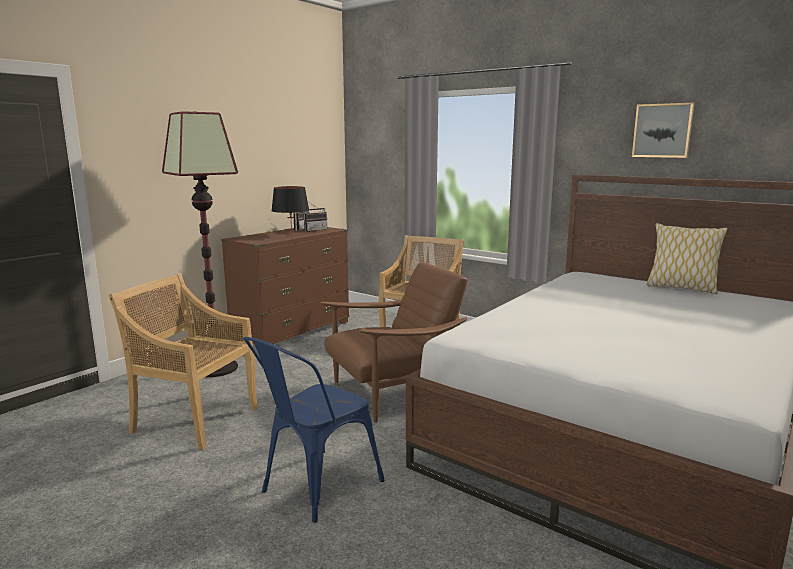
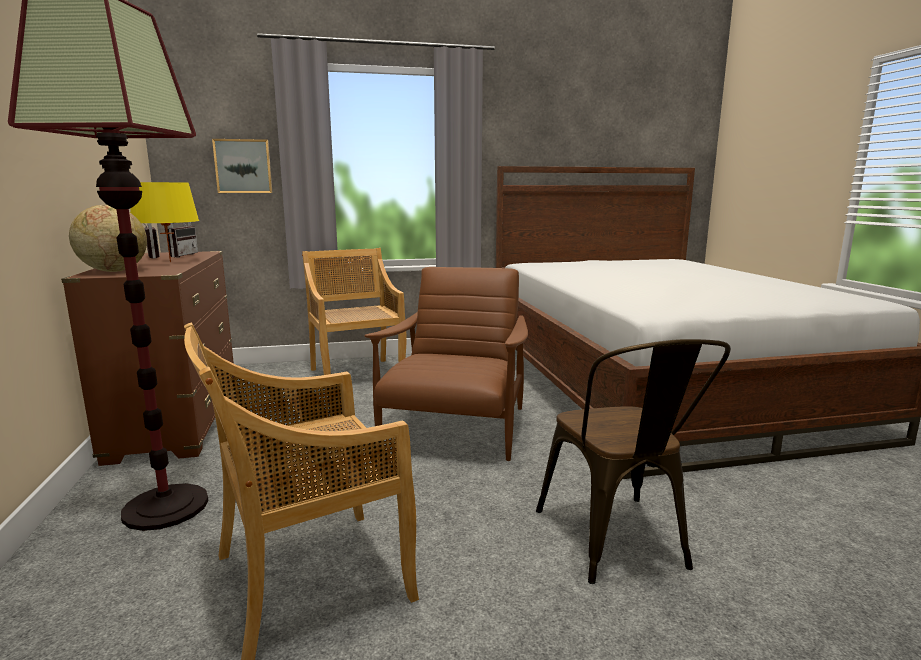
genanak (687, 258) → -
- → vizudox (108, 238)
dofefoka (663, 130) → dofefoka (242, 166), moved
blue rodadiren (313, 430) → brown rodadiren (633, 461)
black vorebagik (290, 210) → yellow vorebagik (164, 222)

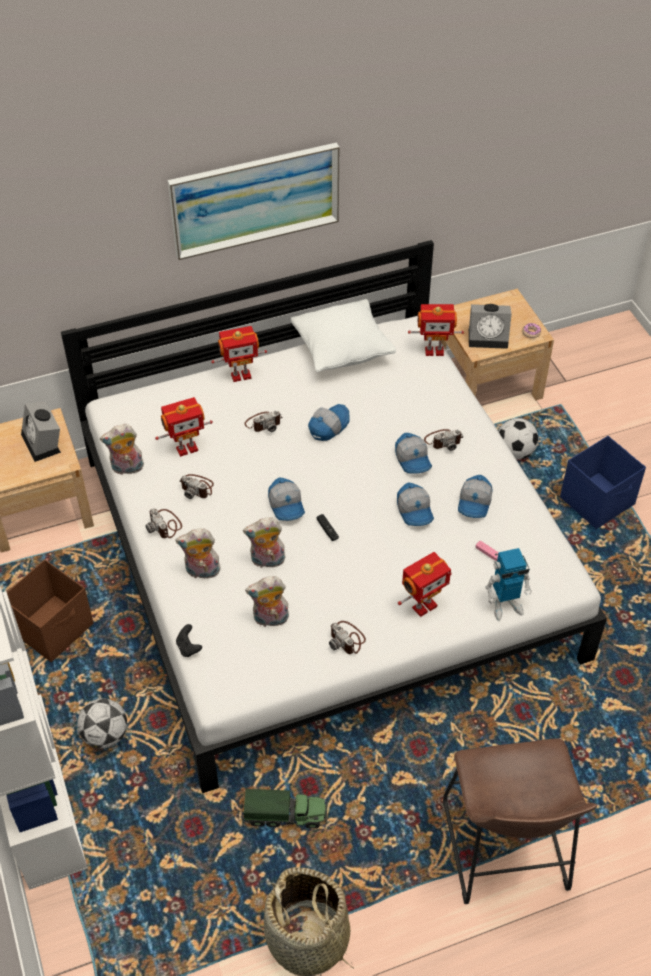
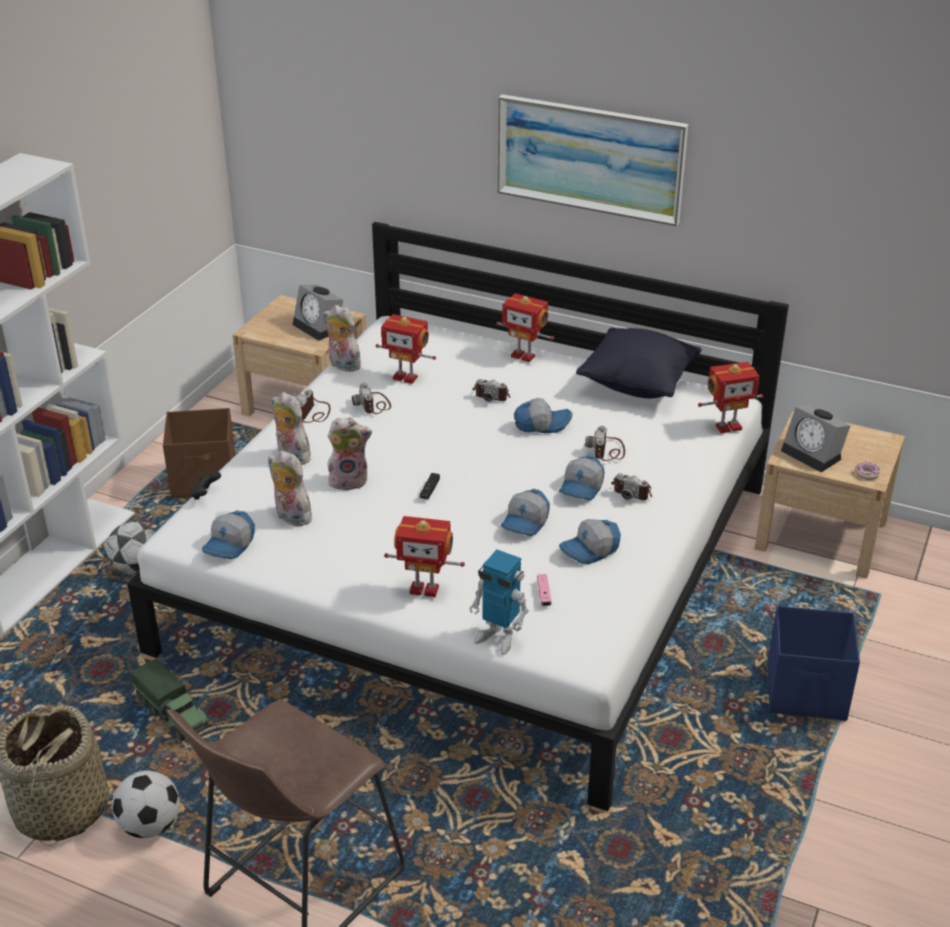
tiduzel (286, 499) → tiduzel (228, 535), moved
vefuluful (347, 637) → vefuluful (605, 443), moved
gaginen (518, 439) → gaginen (146, 804), moved
white genanak (343, 335) → black genanak (639, 363)
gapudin (41, 432) → gapudin (318, 313), 60 degrees counterclockwise
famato (264, 542) → famato (350, 454), 135 degrees clockwise
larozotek (436, 330) → larozotek (730, 397), 60 degrees counterclockwise

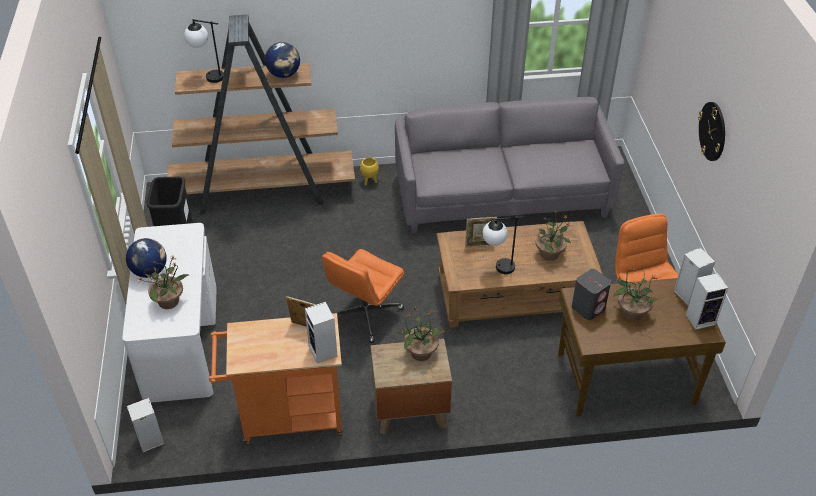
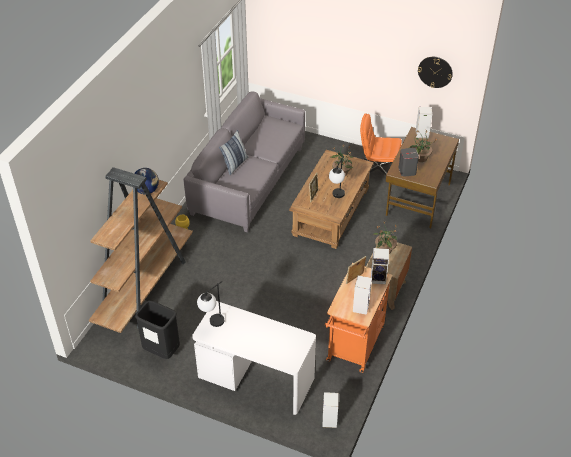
vizudox (146, 258) → -
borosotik (163, 282) → -
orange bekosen (363, 296) → -
- → genanak (233, 152)
vorebagik (204, 51) → vorebagik (210, 304), moved
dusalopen (707, 301) → dusalopen (362, 295), moved
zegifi (711, 131) → zegifi (435, 72), moved

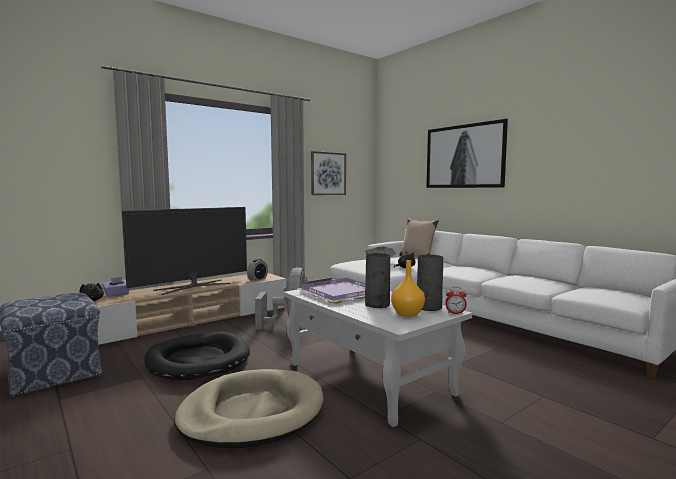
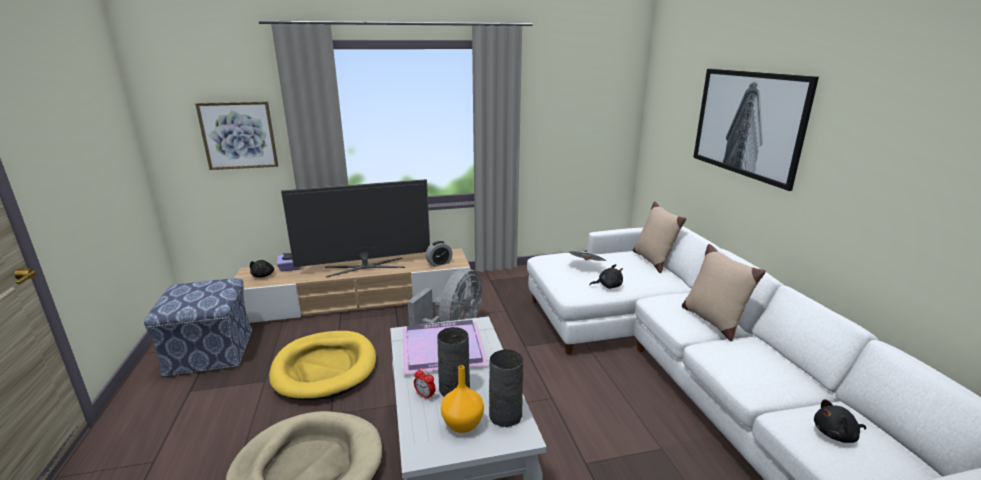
- → beige genanak (724, 292)
- → black famato (840, 421)
dofefoka (328, 173) → dofefoka (236, 135), moved
gapudin (456, 300) → gapudin (425, 384), moved
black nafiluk (197, 355) → yellow nafiluk (322, 365)

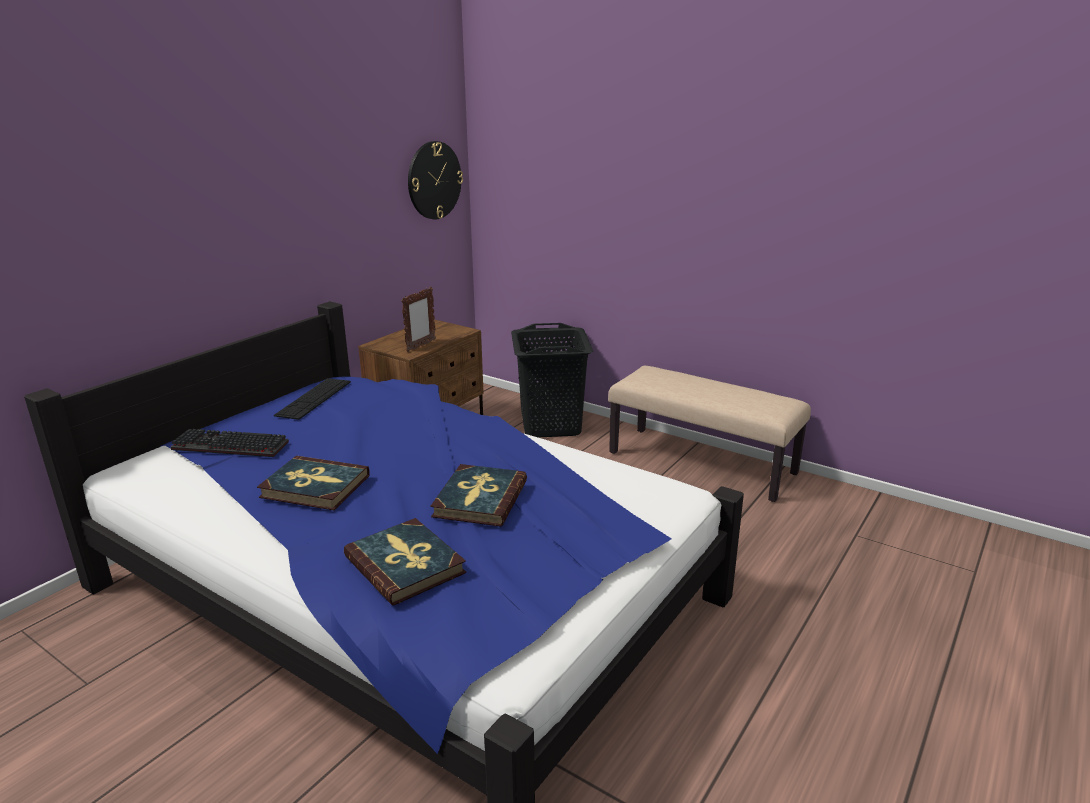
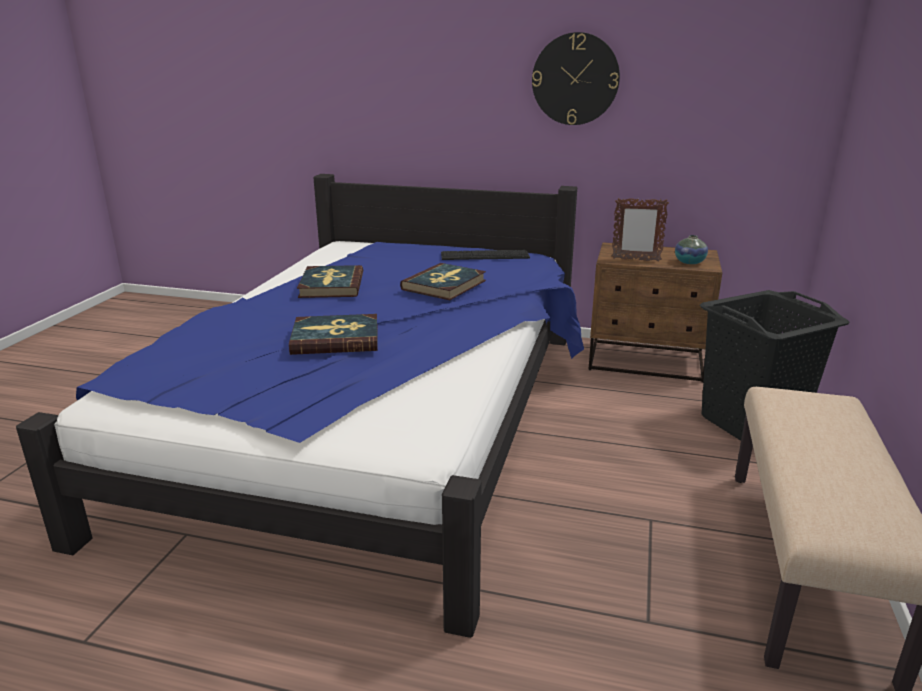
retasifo (230, 443) → -
- → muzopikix (691, 249)
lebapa (405, 561) → lebapa (443, 281), moved
zegifi (435, 180) → zegifi (576, 78), moved

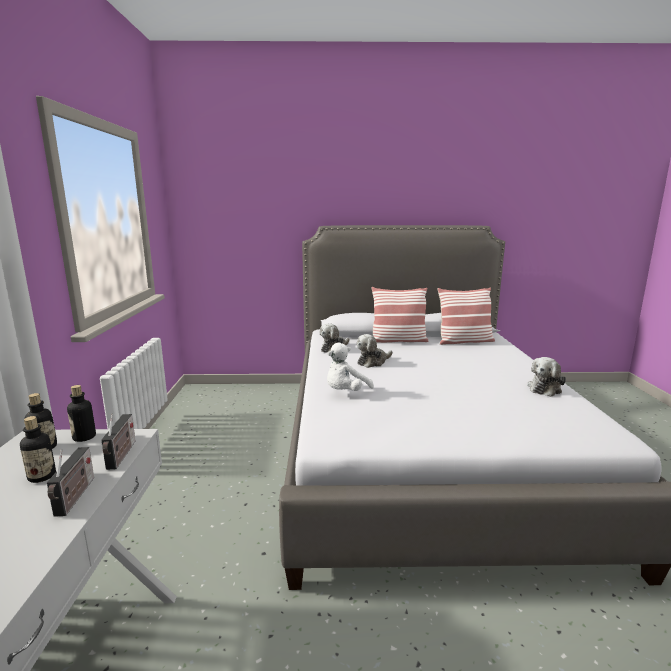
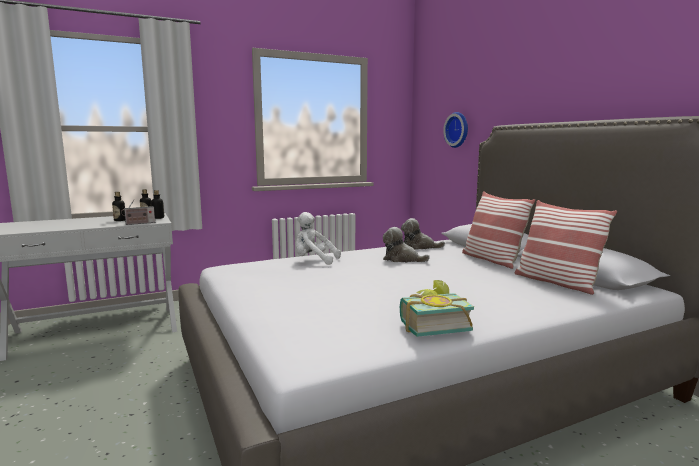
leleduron (70, 482) → -
- → zegifi (455, 130)
famato (546, 377) → lebapa (437, 308)

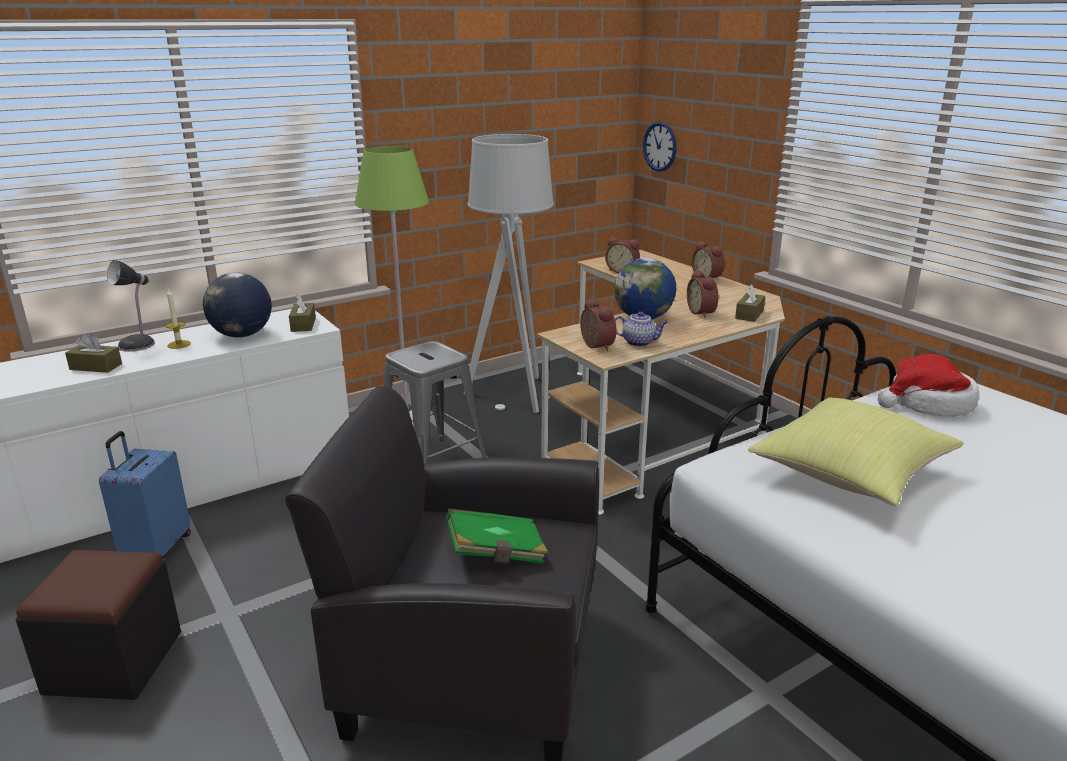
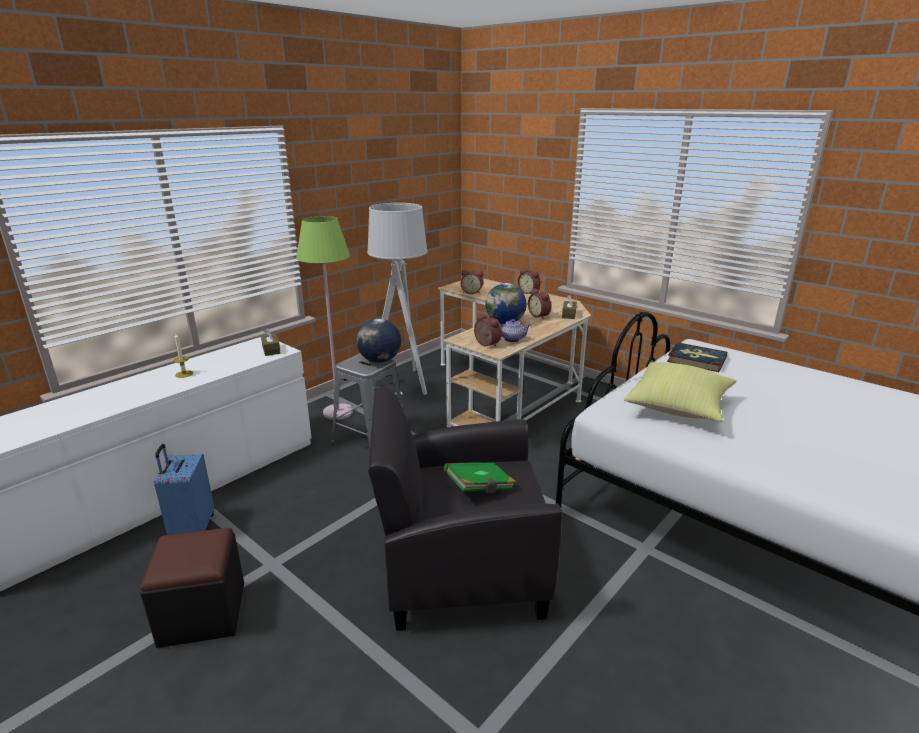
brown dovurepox (93, 353) → -
vorebagik (131, 306) → -
zegifi (660, 146) → -
vizudox (237, 305) → vizudox (378, 340), moved
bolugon (928, 385) → lebapa (697, 357)

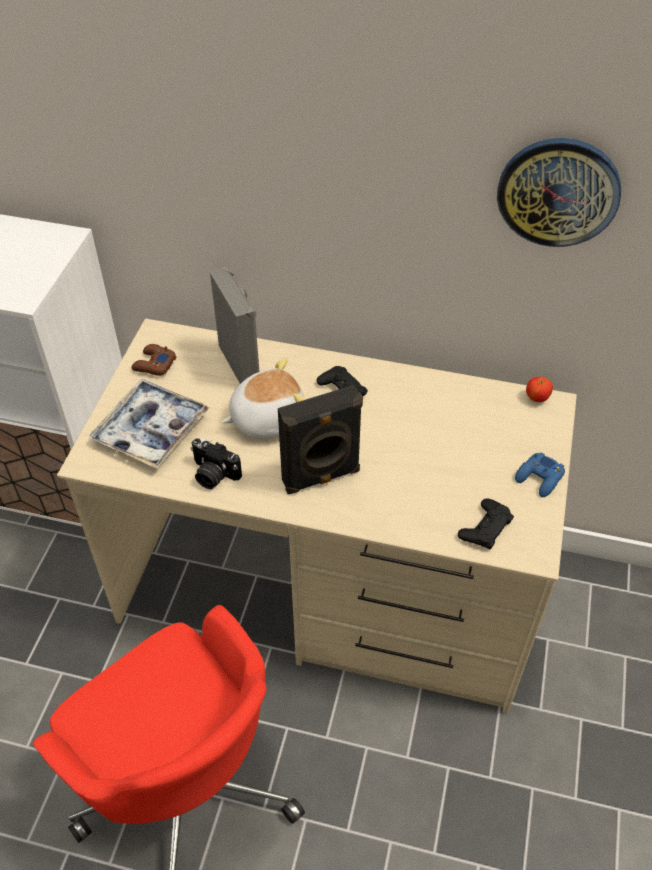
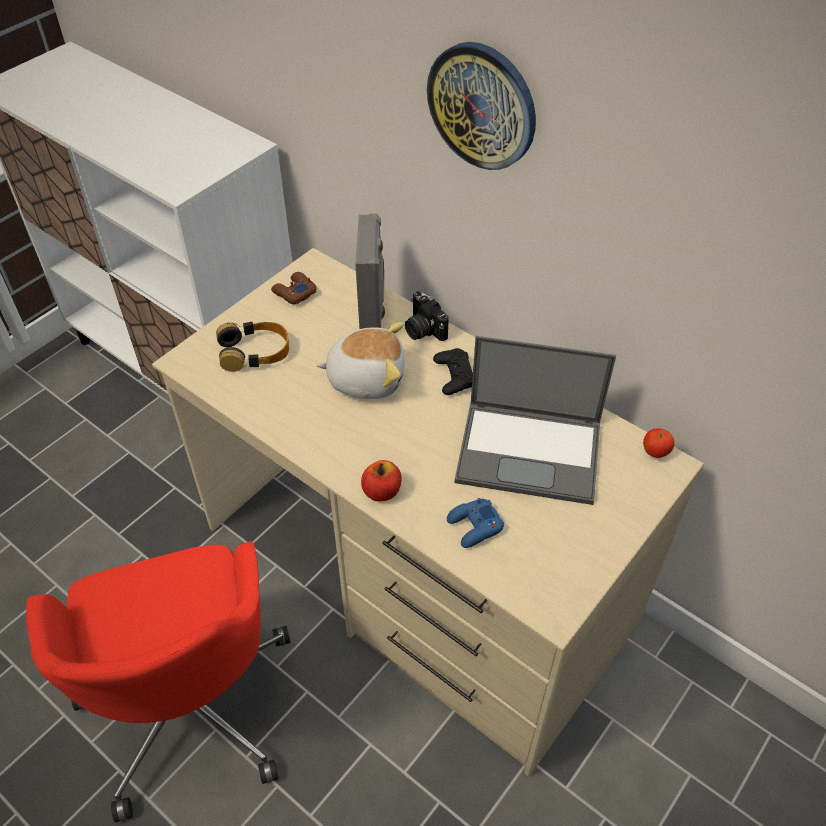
black dusalopen (320, 439) → -
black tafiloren (486, 523) → -
- → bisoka (381, 480)
- → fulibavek (535, 420)
vefuluful (216, 463) → vefuluful (427, 316), moved
zegifi (559, 192) → zegifi (481, 106), moved
blue tafiloren (540, 474) → blue tafiloren (475, 523), moved
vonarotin (149, 424) → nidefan (252, 347)

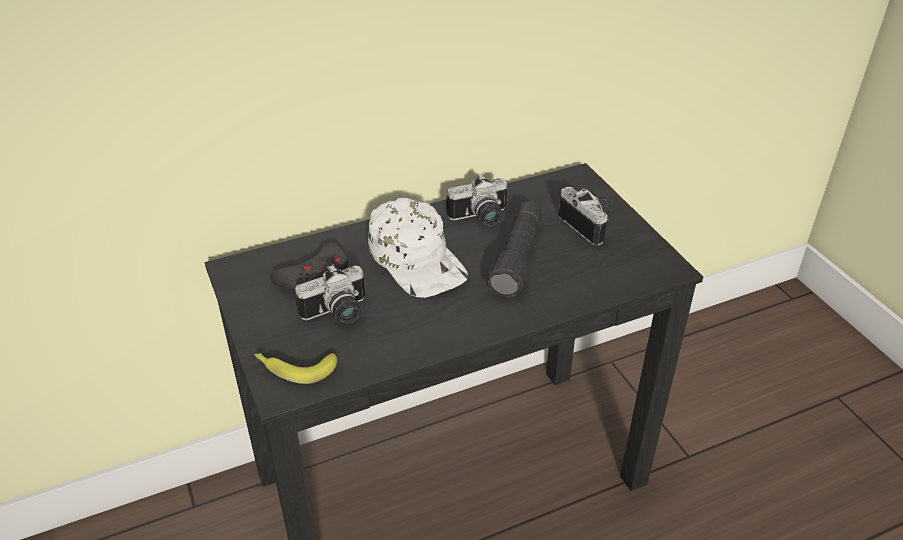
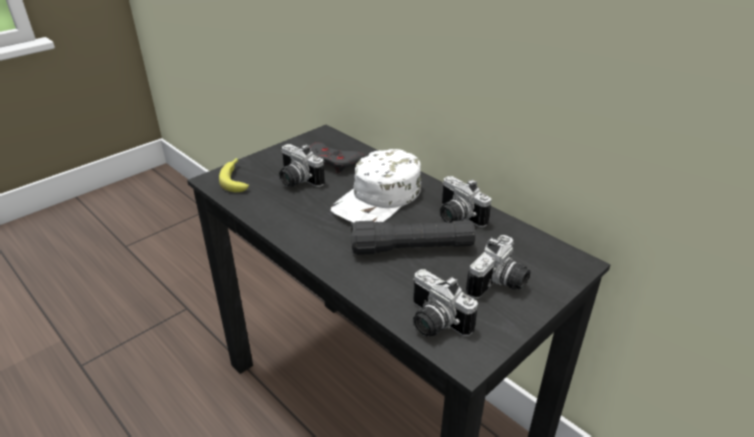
- → vefuluful (445, 303)

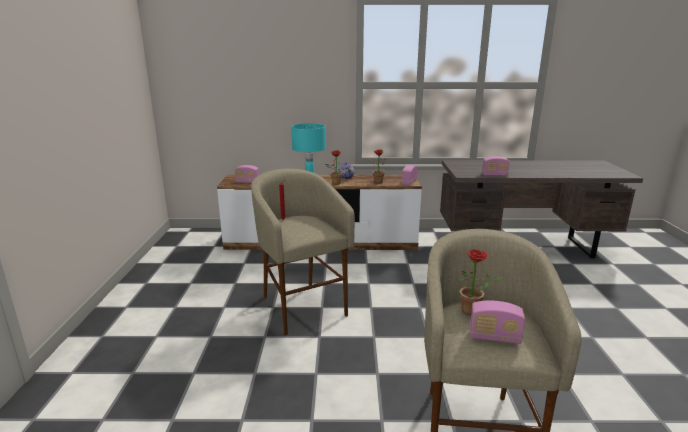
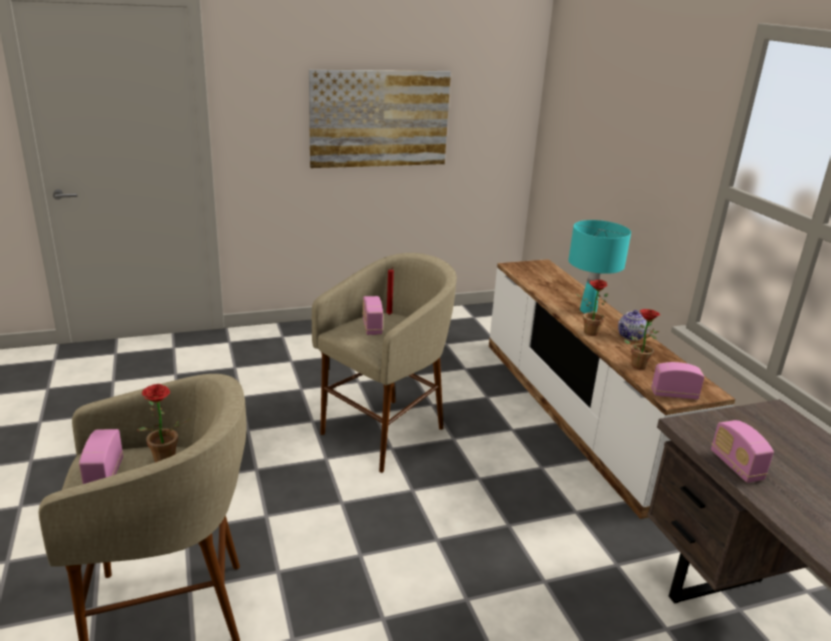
- → dofefoka (380, 118)
leleduron (247, 174) → leleduron (372, 315), moved

